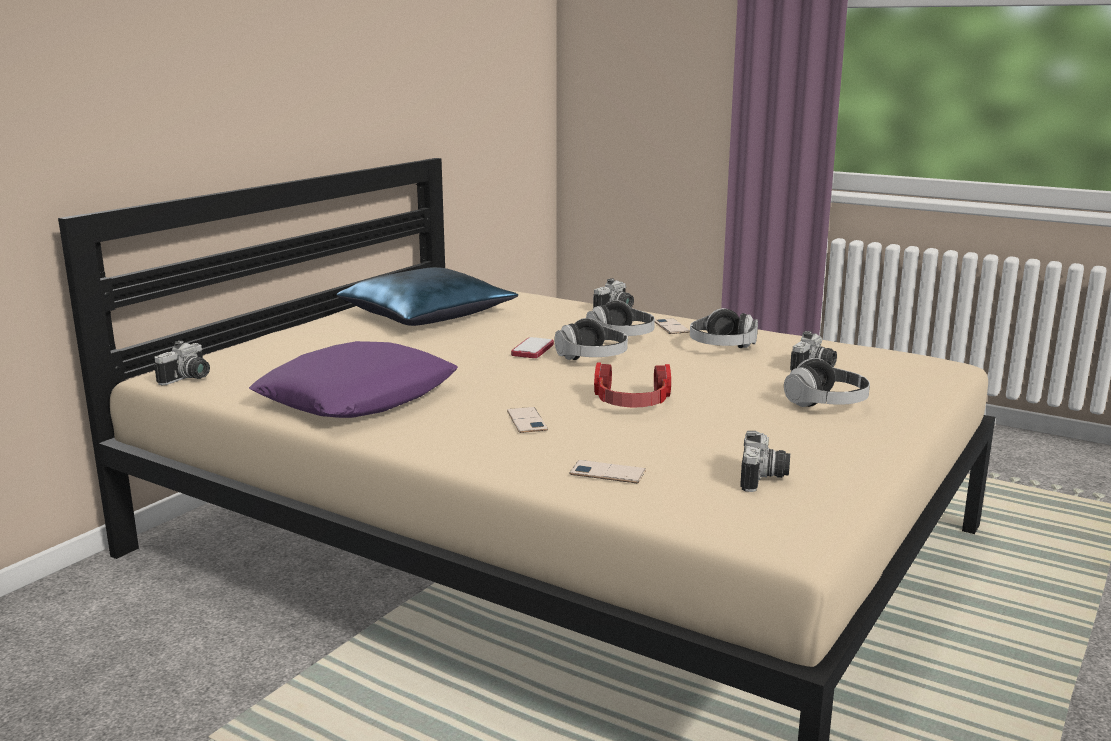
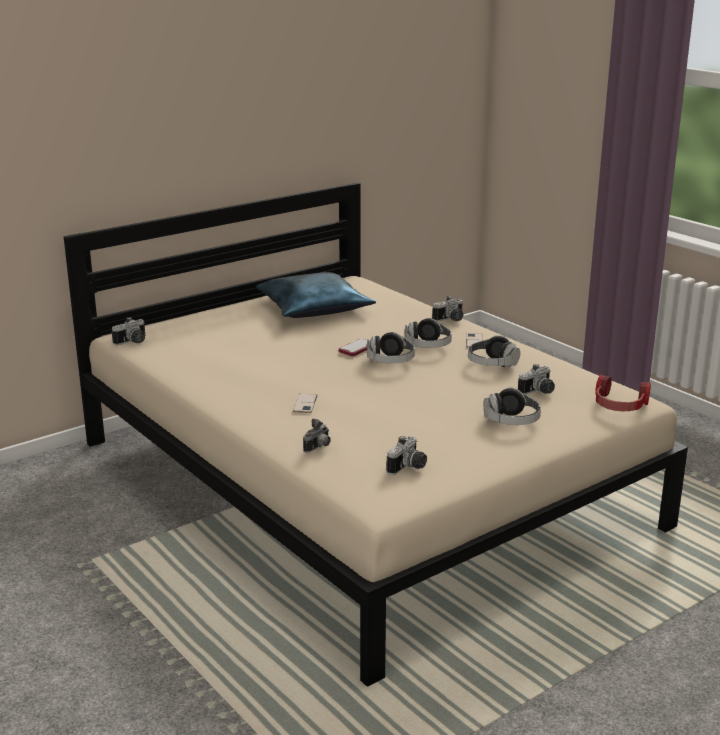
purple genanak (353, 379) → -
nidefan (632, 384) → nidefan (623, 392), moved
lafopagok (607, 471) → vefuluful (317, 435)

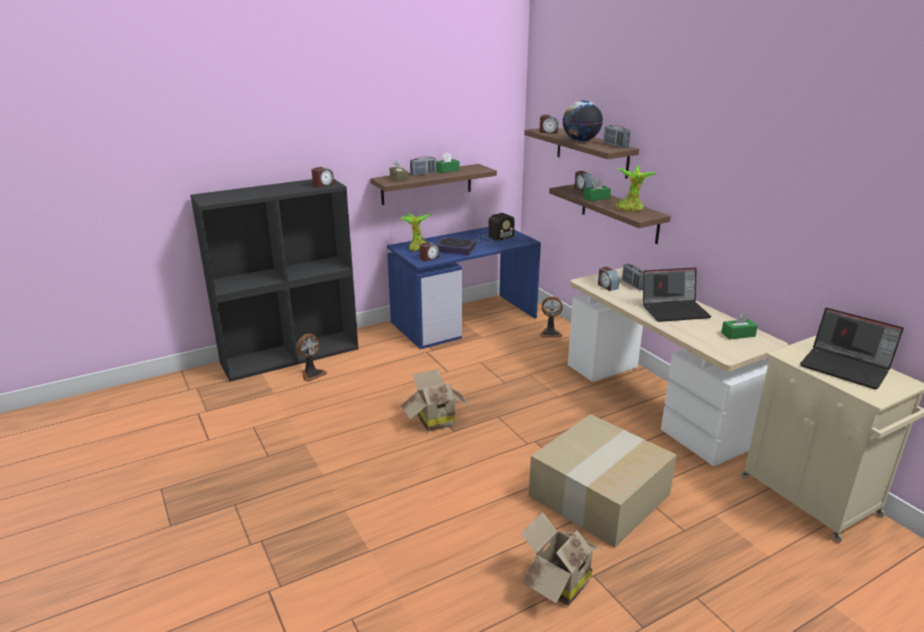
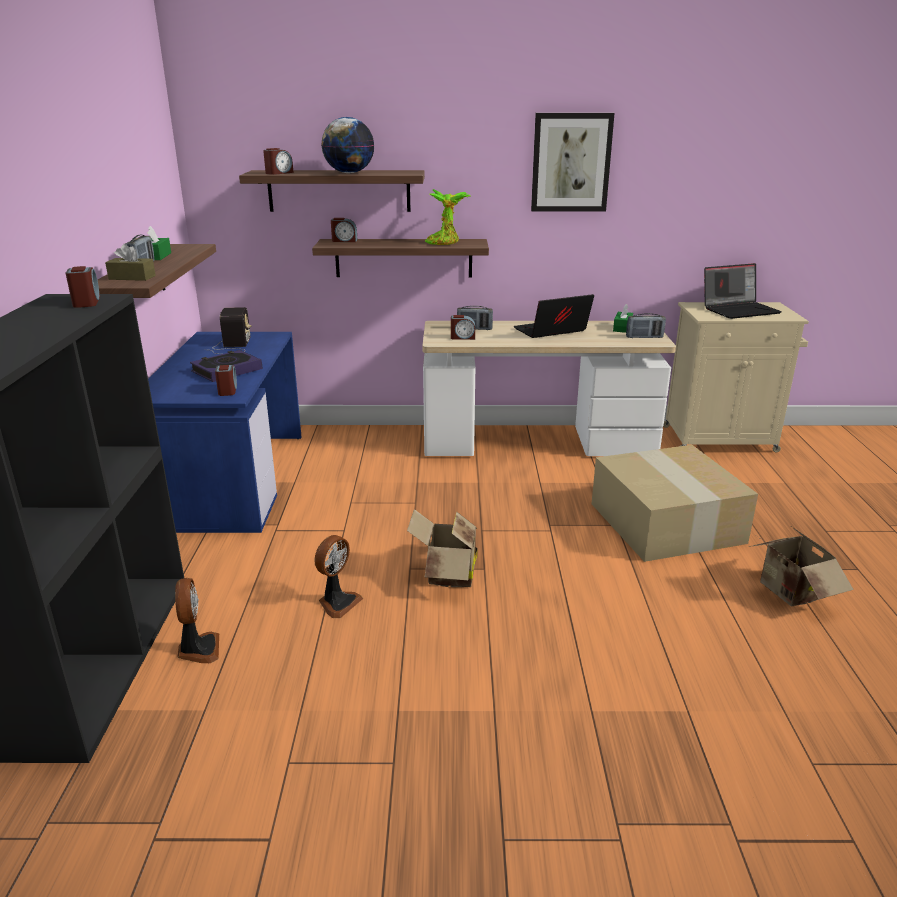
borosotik (415, 232) → -
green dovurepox (597, 189) → -
- → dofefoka (572, 162)
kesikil (551, 317) → kesikil (339, 576), moved
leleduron (617, 136) → leleduron (646, 325), moved
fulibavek (677, 294) → fulibavek (554, 316), 135 degrees counterclockwise

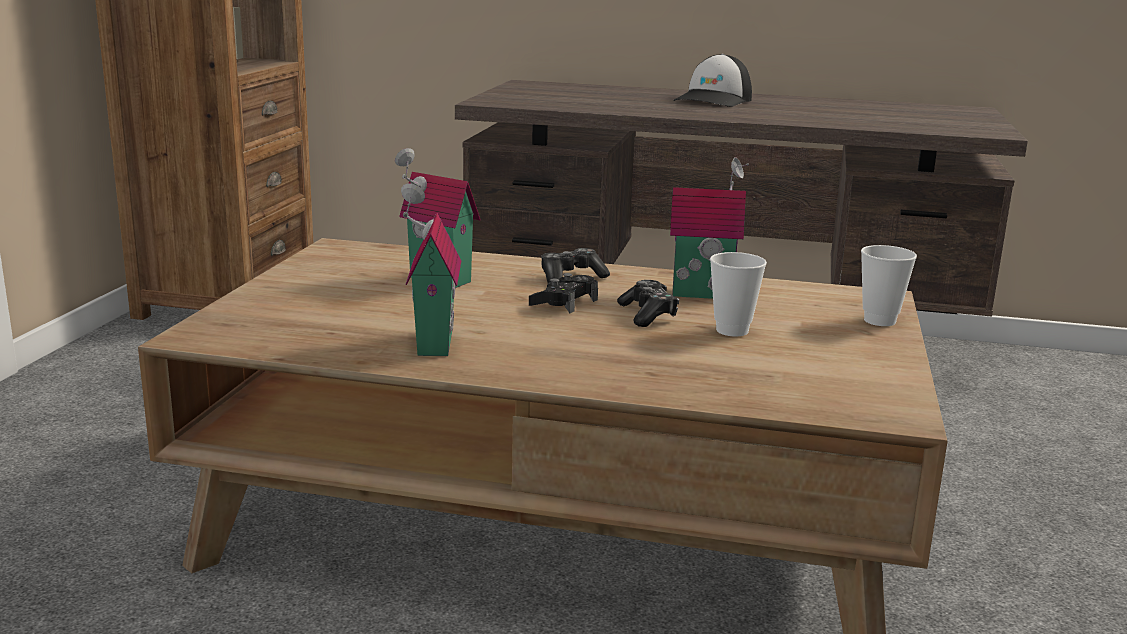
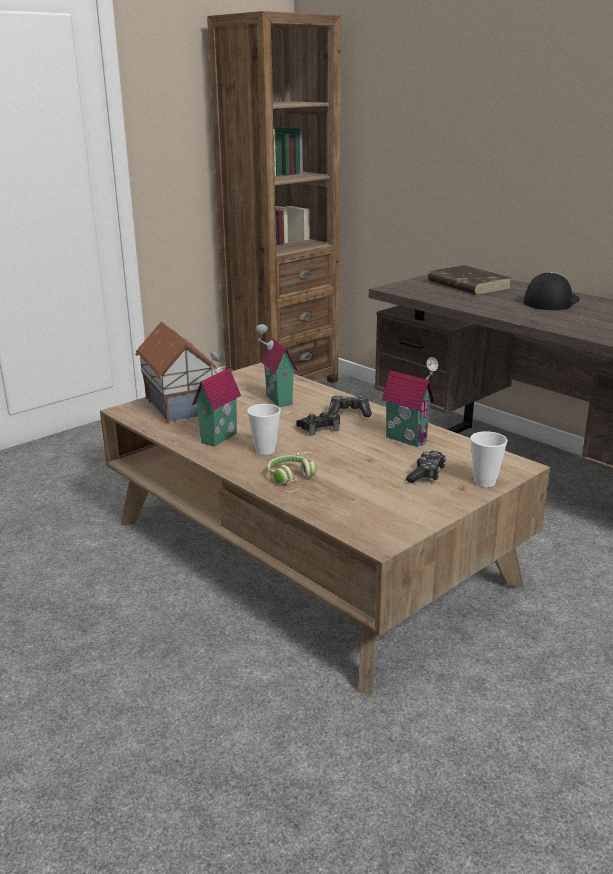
- → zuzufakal (176, 373)
- → beige nidefan (292, 472)
- → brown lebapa (469, 280)
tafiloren (648, 303) → tafiloren (426, 467), moved
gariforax (738, 294) → gariforax (264, 429), moved
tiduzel (712, 80) → tiduzel (552, 291), 150 degrees clockwise

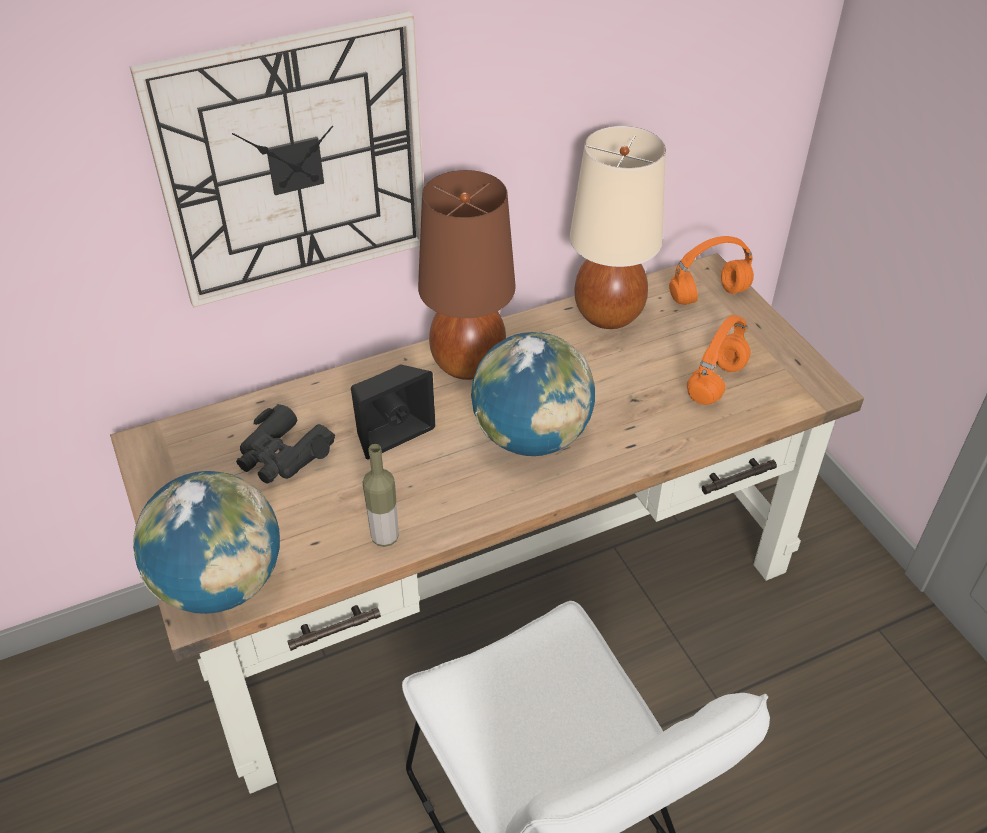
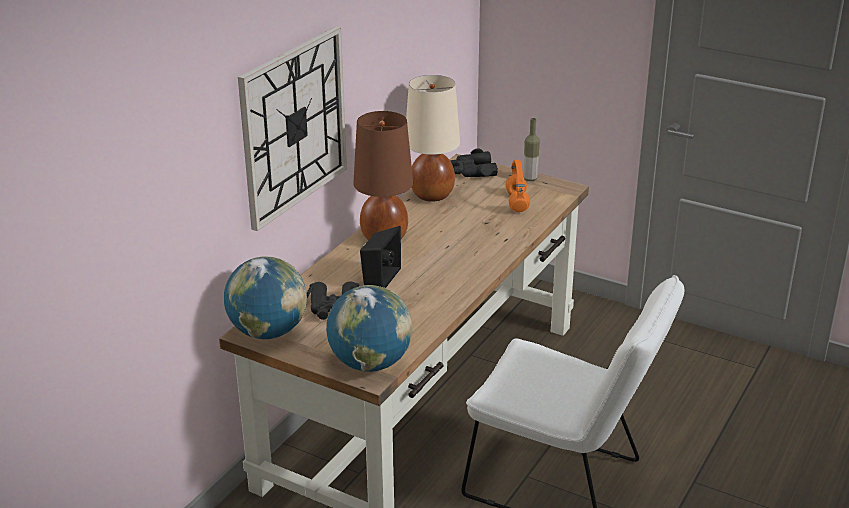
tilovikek (380, 495) → tilovikek (532, 149), moved
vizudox (533, 394) → vizudox (265, 297), moved
orange nidefan (711, 270) → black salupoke (474, 163)

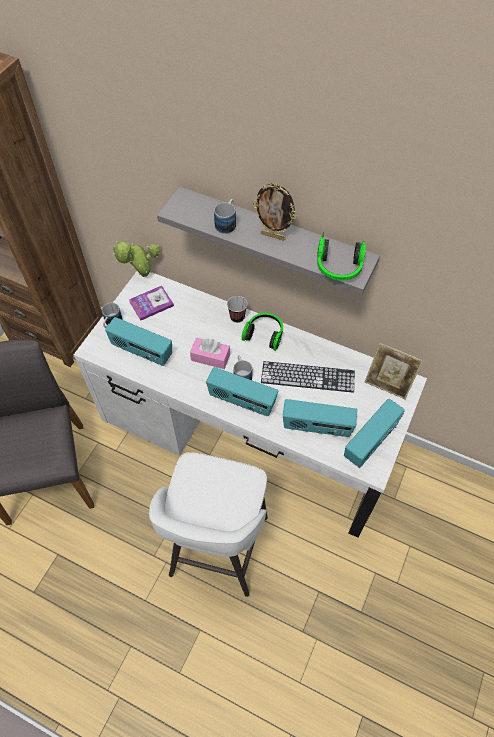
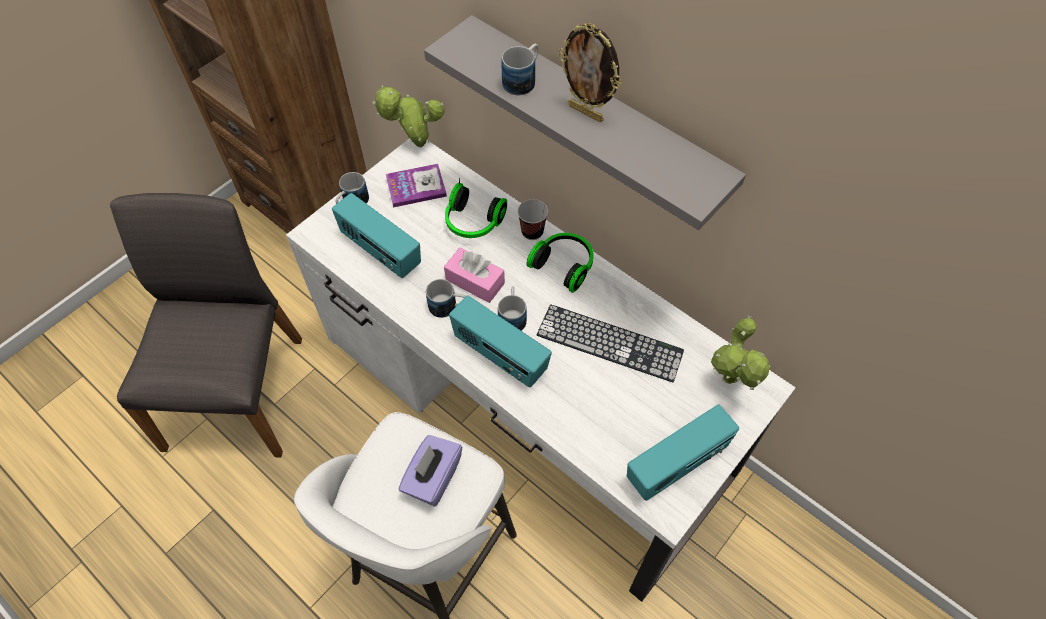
leleduron (320, 418) → -
- → purple dovurepox (430, 470)
- → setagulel (446, 298)
nidefan (341, 256) → nidefan (476, 208), moved
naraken (394, 371) → borosotik (740, 353)

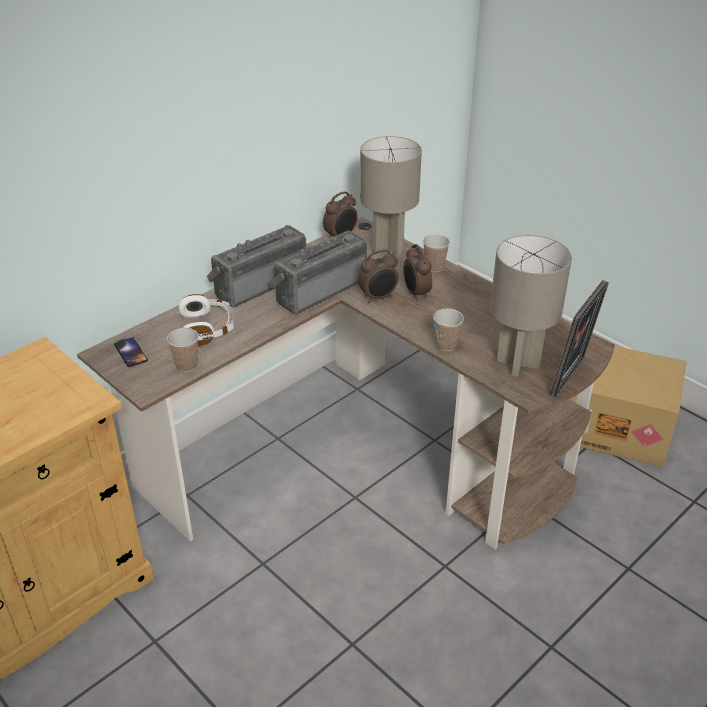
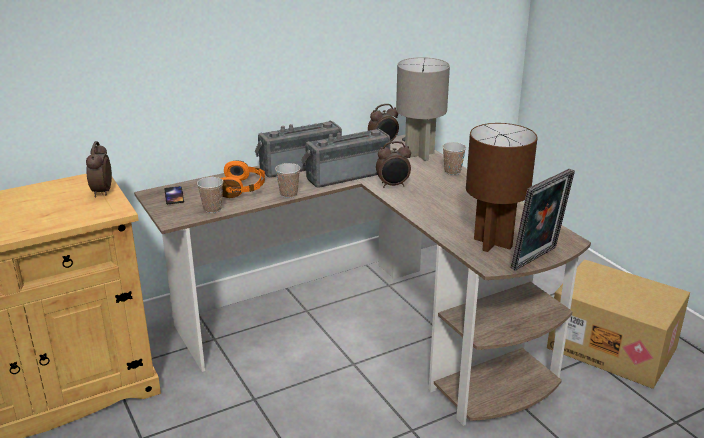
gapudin (417, 272) → gapudin (99, 169), moved
gariforax (448, 330) → gariforax (287, 180), moved
white nidefan (206, 320) → orange nidefan (243, 179)
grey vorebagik (531, 305) → brown vorebagik (501, 187)

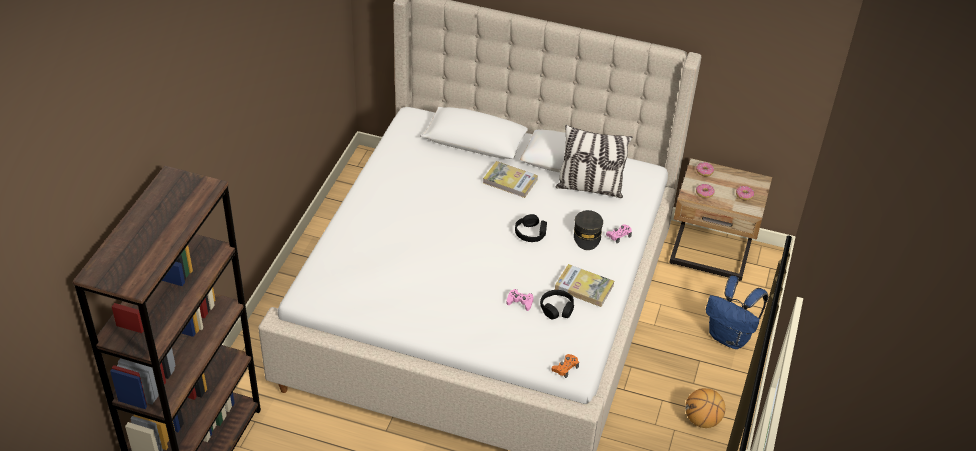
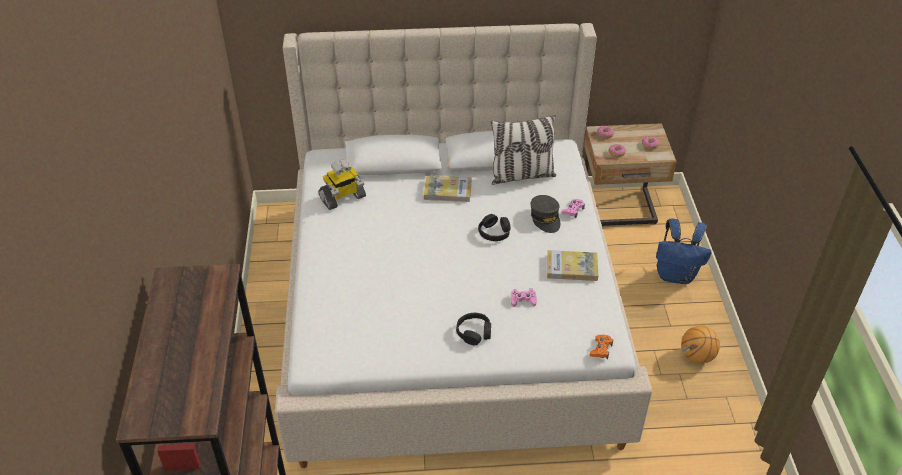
- → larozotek (342, 185)
black nidefan (557, 305) → black nidefan (473, 329), moved

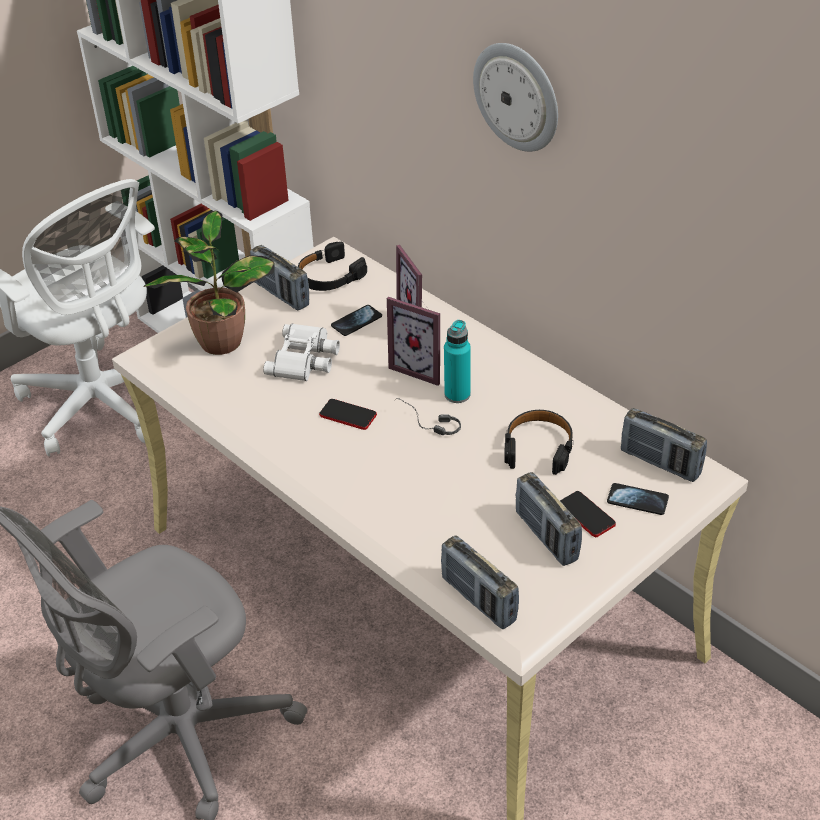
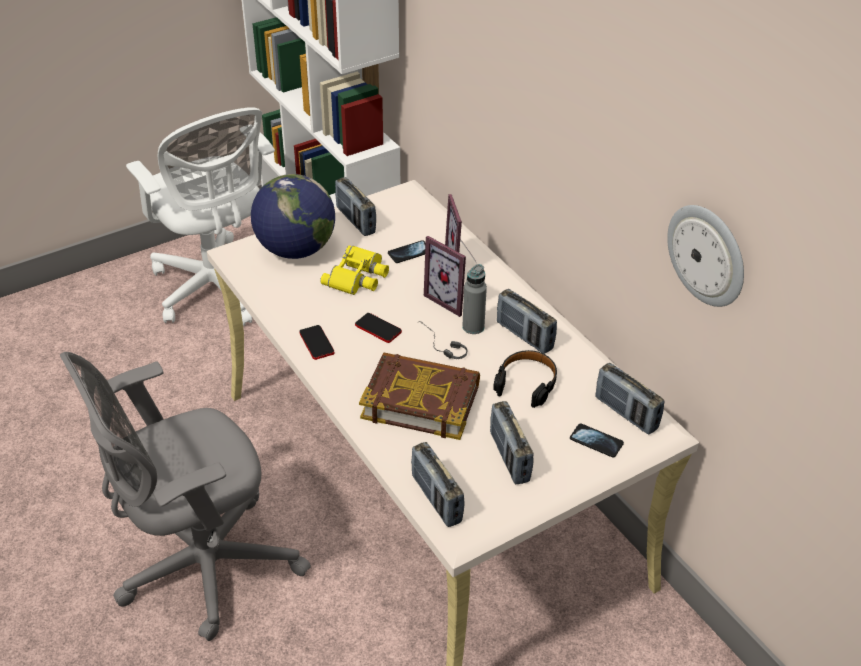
black nidefan (332, 266) → -
- → lebapa (419, 396)
- → leleduron (527, 321)
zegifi (515, 97) → zegifi (705, 256), moved
lafopagok (588, 514) → lafopagok (316, 342), moved
borosotik (209, 283) → vizudox (293, 216)
white salupoke (301, 352) → yellow salupoke (354, 270)
turquoise tilovikek (457, 361) → grey tilovikek (474, 299)

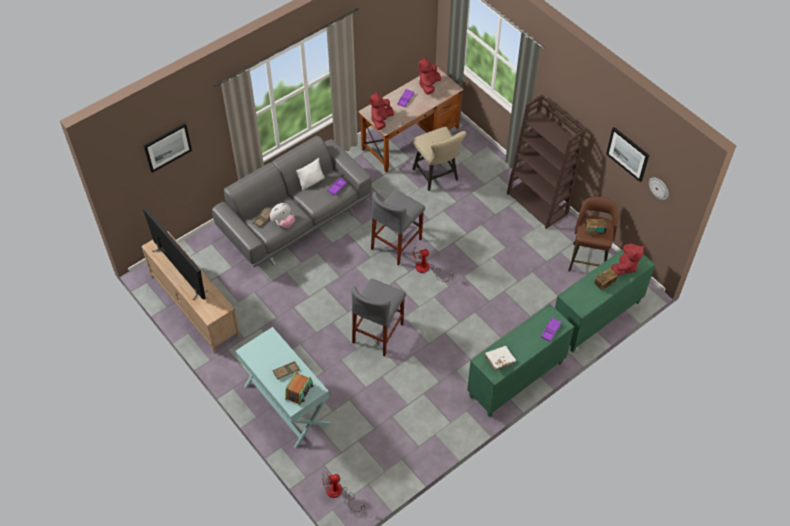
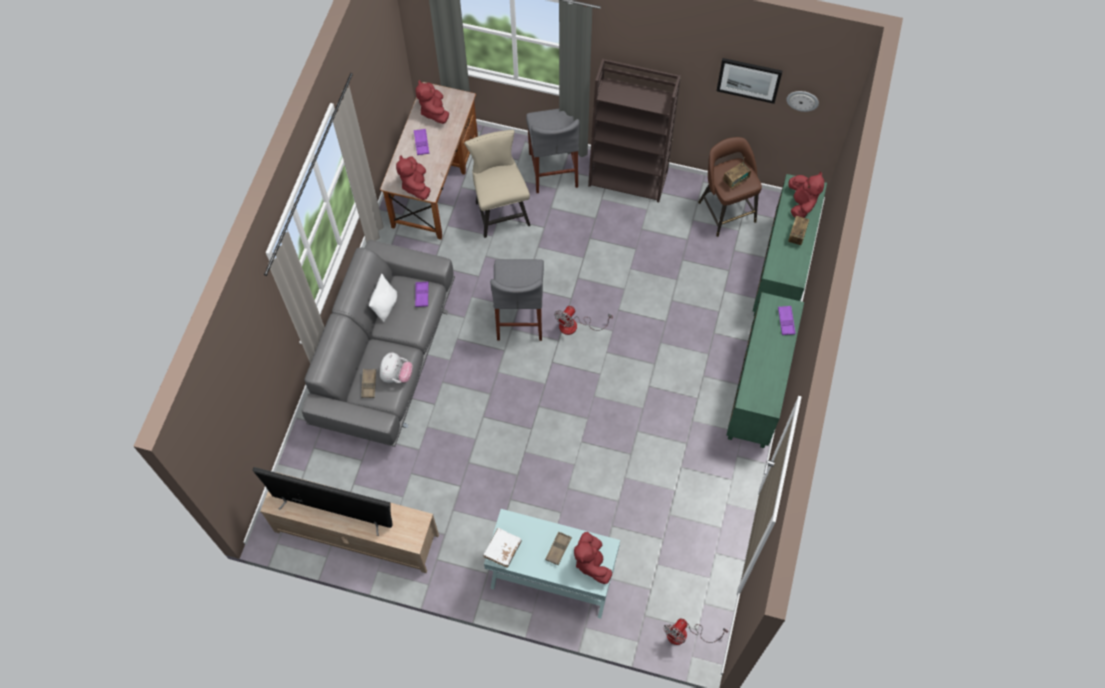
dofefoka (167, 148) → -
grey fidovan (379, 317) → grey fidovan (553, 151), moved
white lebapa (500, 358) → white lebapa (502, 547), moved
leleduron (299, 388) → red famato (593, 558)
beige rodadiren (439, 159) → beige rodadiren (497, 184), 135 degrees counterclockwise

